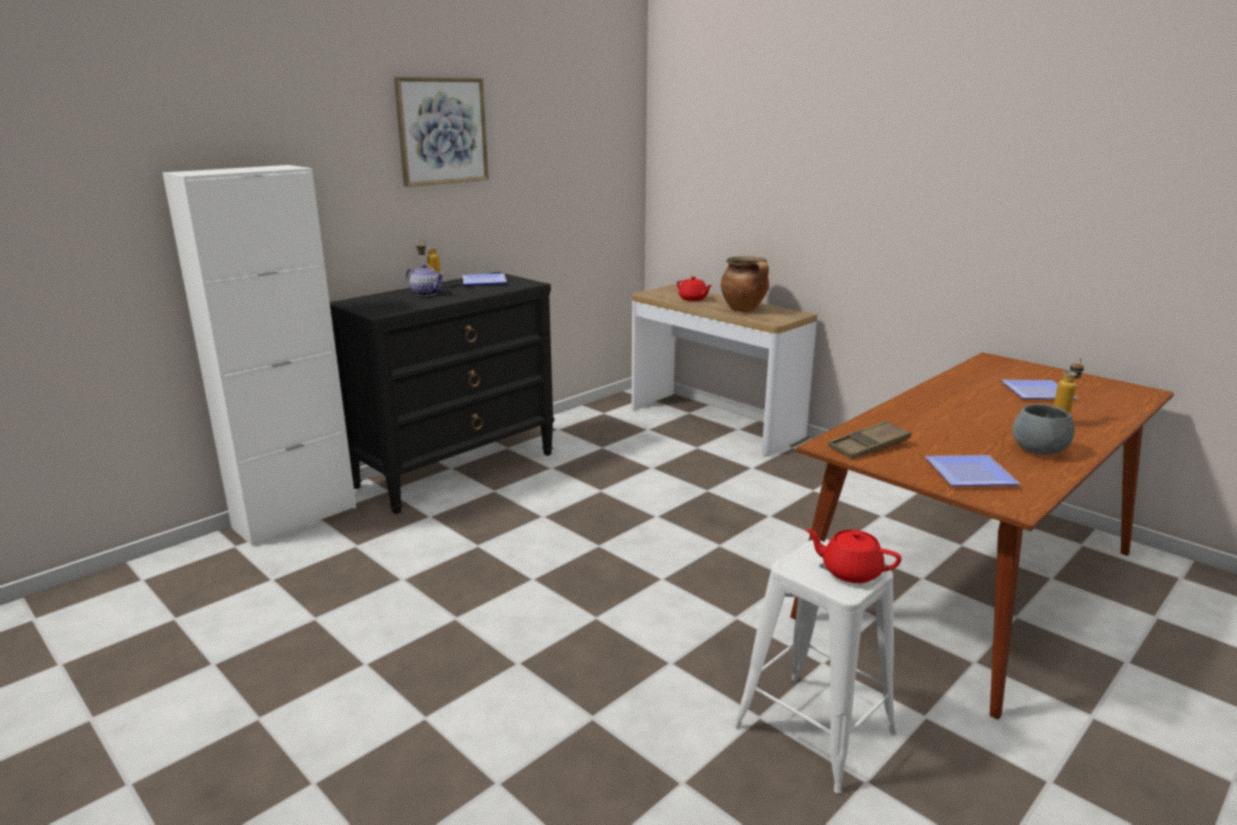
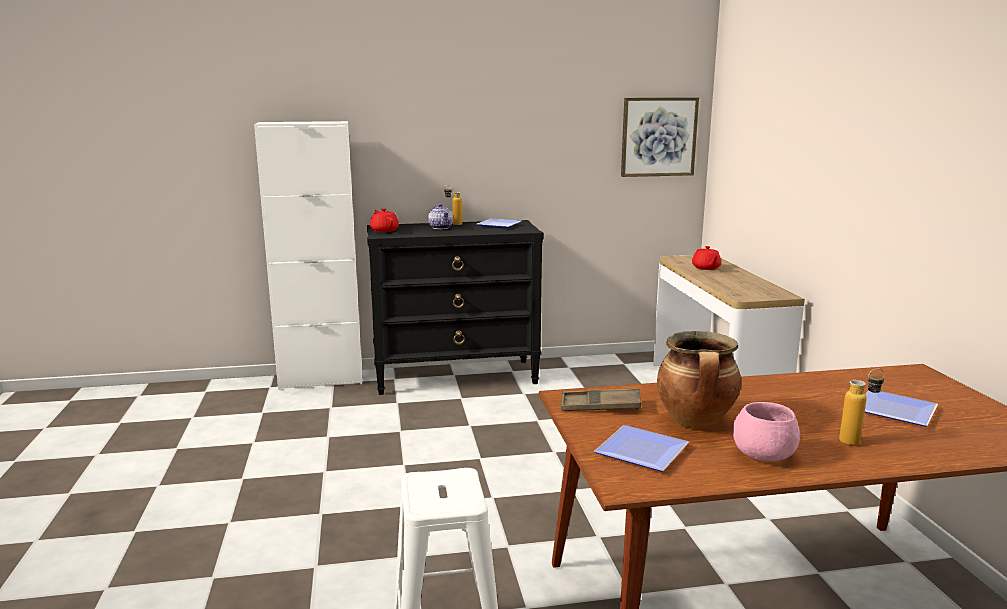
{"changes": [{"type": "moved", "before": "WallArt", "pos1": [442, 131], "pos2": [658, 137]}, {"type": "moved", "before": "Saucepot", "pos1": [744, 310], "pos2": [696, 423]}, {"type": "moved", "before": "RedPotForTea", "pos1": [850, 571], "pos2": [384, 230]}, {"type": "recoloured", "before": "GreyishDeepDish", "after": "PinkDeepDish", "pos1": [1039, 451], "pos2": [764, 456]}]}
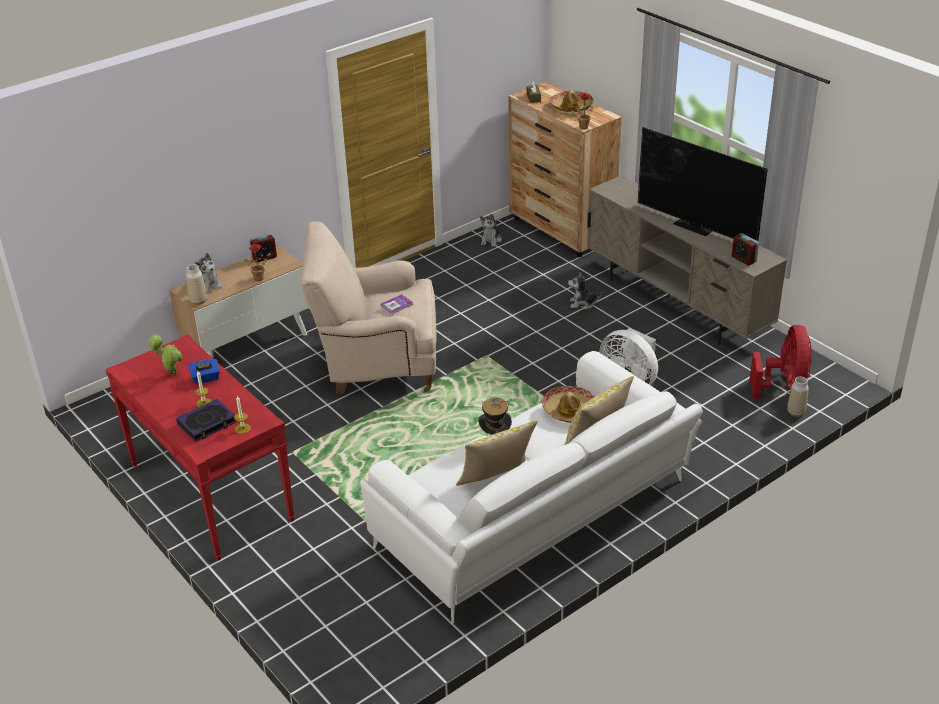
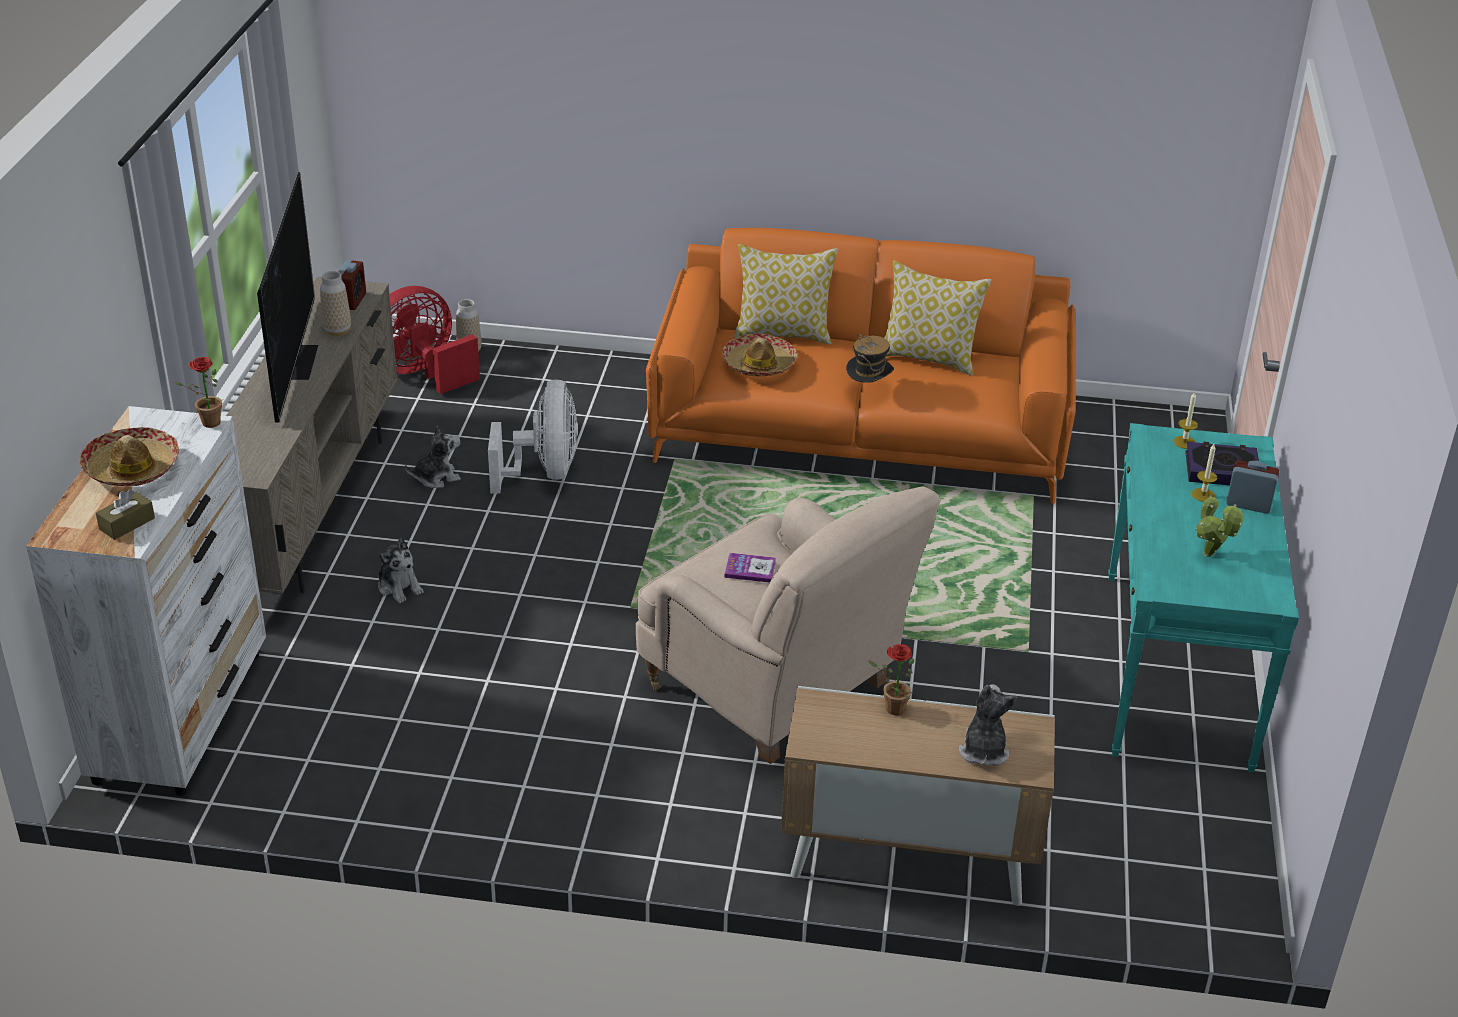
{"changes": [{"type": "removed", "before": "BlueTissueBox", "pos1": [206, 378]}, {"type": "moved", "before": "FlowerVase", "pos1": [198, 301], "pos2": [337, 331]}, {"type": "moved", "before": "TableClock", "pos1": [264, 258], "pos2": [1248, 504]}, {"type": "moved", "before": "CuddlyToy", "pos1": [491, 240], "pos2": [436, 477]}, {"type": "recoloured", "before": "RedNarrowTable", "after": "TurquoiseColouredNarrowTable", "pos1": [210, 491], "pos2": [1177, 669]}, {"type": "recoloured", "before": "WhitishSettee", "after": "OrangeySettee", "pos1": [534, 517], "pos2": [861, 431]}, {"type": "recoloured", "before": "BrownColouredDresser", "after": "WhitishDresser", "pos1": [561, 231], "pos2": [181, 715]}]}
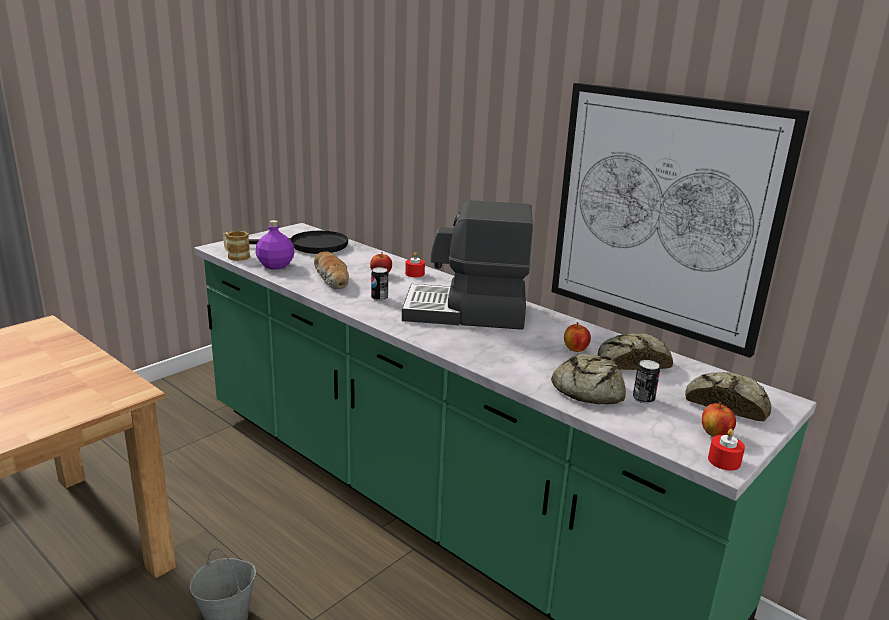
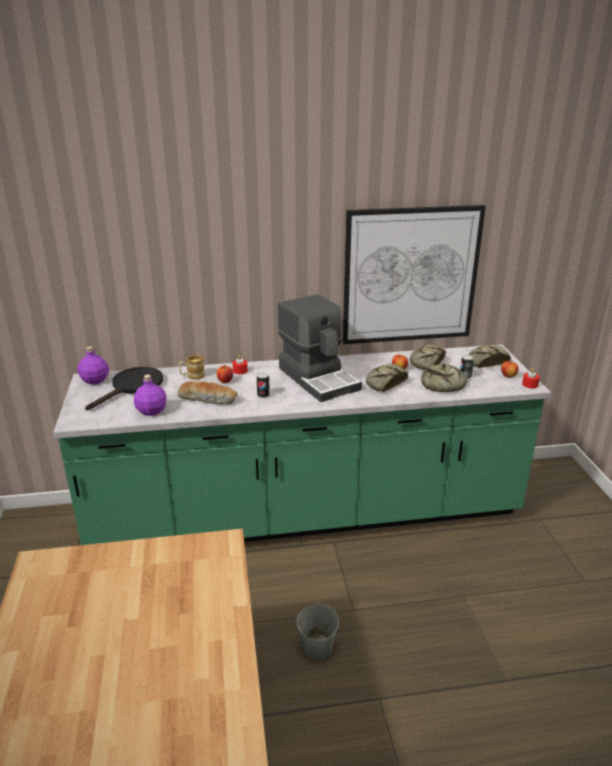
{"changes": [{"type": "added", "after": "PurplishBeverageBottle", "pos2": [95, 380]}, {"type": "added", "after": "BakedBread", "pos2": [385, 383]}, {"type": "moved", "before": "Mug", "pos1": [235, 256], "pos2": [192, 376]}, {"type": "turned", "before": "CoffeeMachine", "pos1": [466, 312], "pos2": [319, 378], "turn": -75}]}
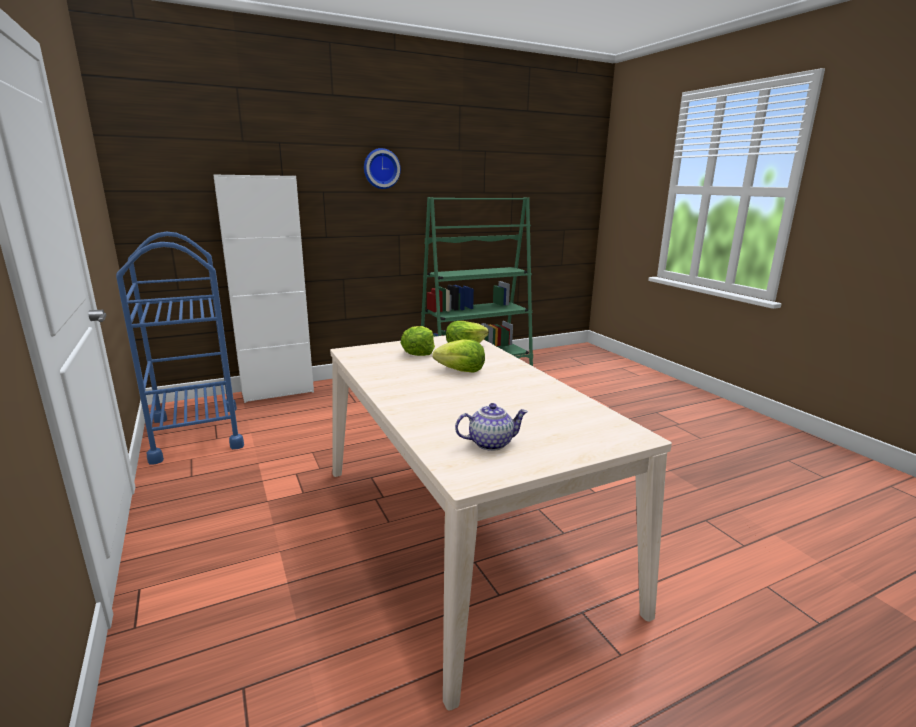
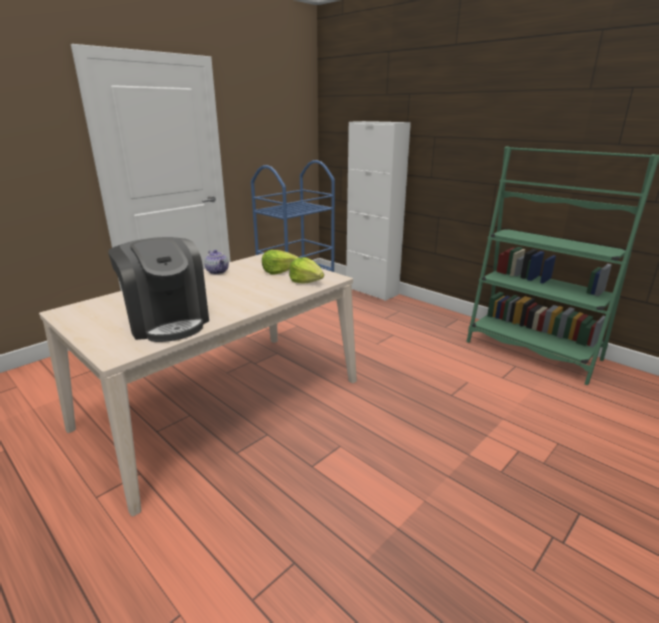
{"changes": [{"type": "removed", "before": "HangingClock", "pos1": [381, 168]}, {"type": "removed", "before": "LettuceHead", "pos1": [461, 371]}, {"type": "added", "after": "CoffeeMachine", "pos2": [167, 321]}, {"type": "moved", "before": "PotForTea", "pos1": [491, 443], "pos2": [218, 272]}]}
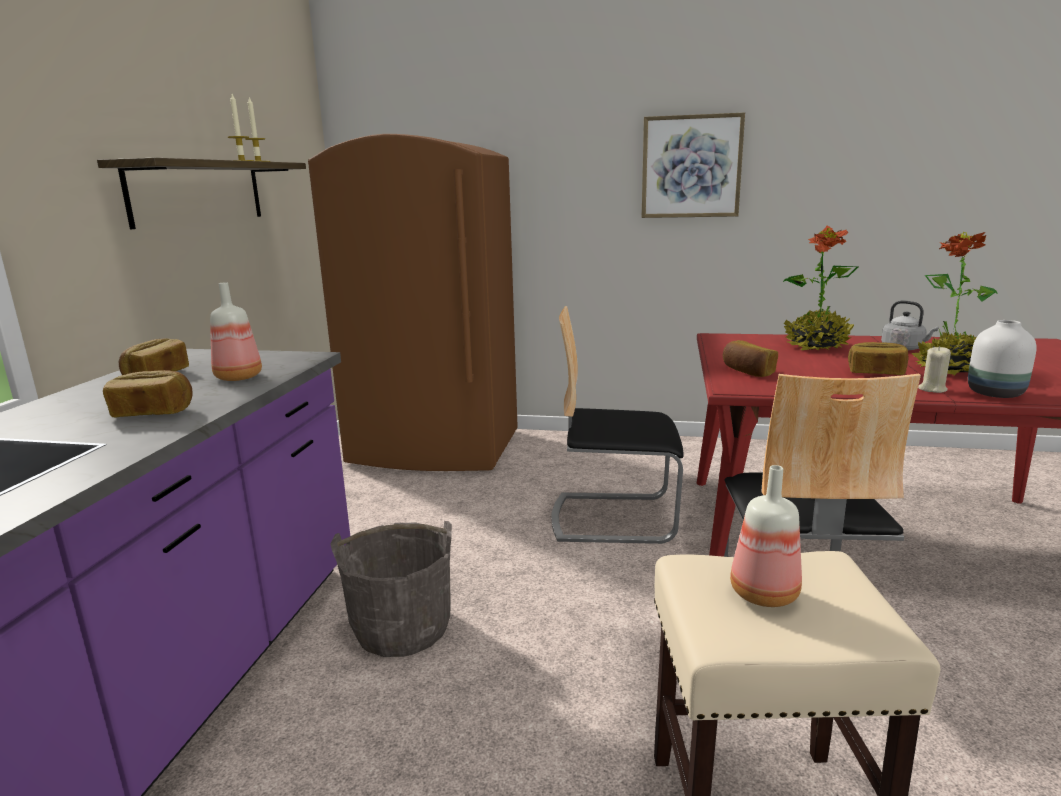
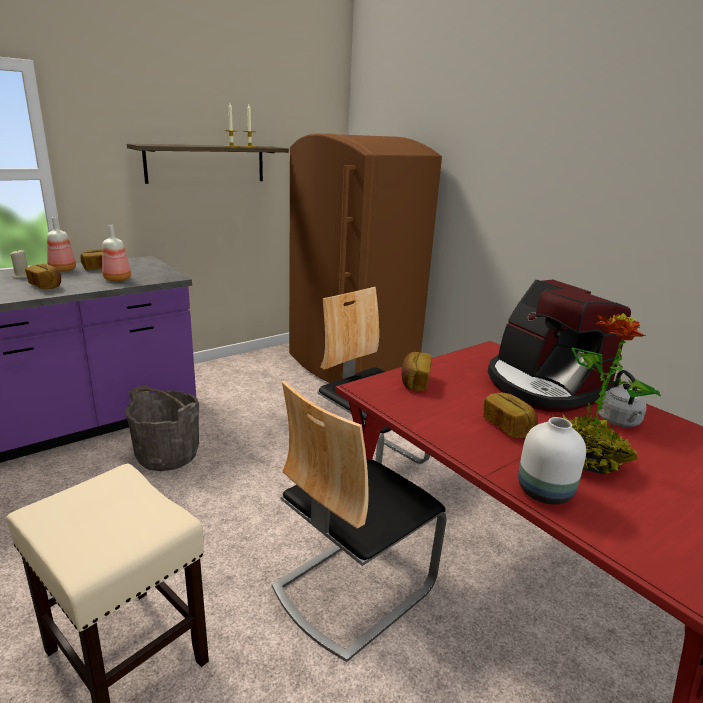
{"changes": [{"type": "removed", "before": "WallArt", "pos1": [691, 167]}, {"type": "moved", "before": "BeverageBottle", "pos1": [763, 595], "pos2": [61, 270]}, {"type": "moved", "before": "BeigeColouredWaxCandle", "pos1": [932, 389], "pos2": [22, 276]}, {"type": "replaced", "before": "Houseplant", "after": "CoffeeMachine", "pos1": [816, 346], "pos2": [543, 386]}]}
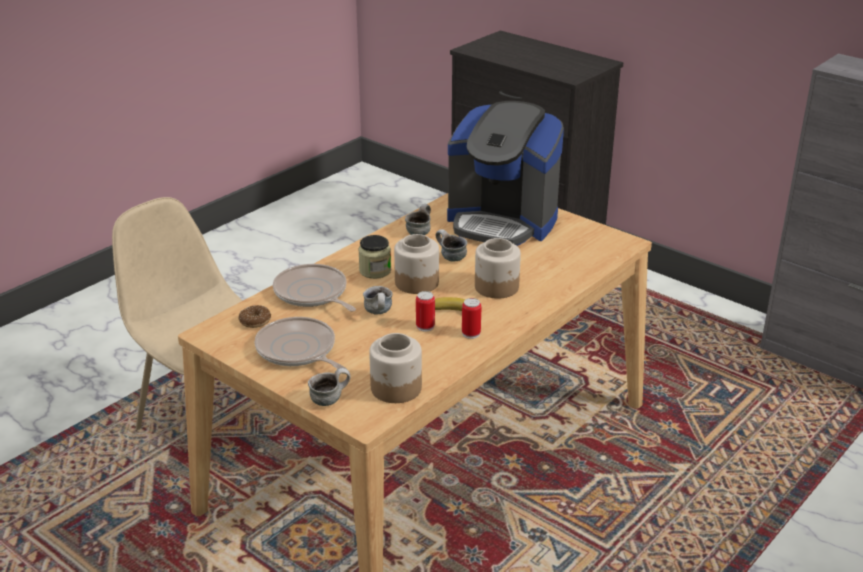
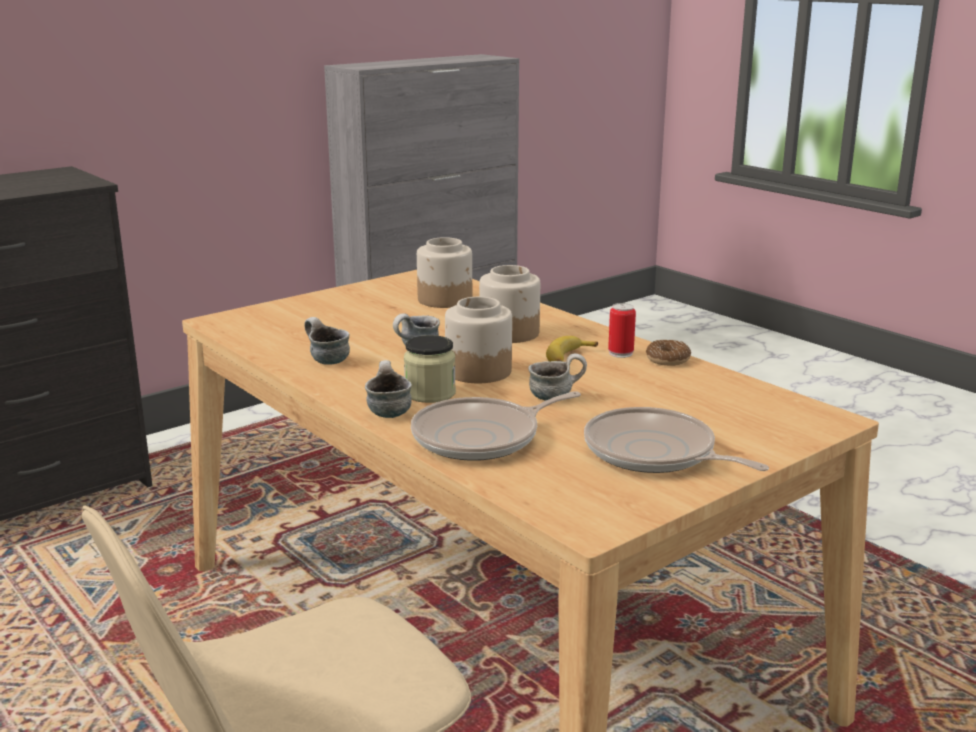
{"changes": [{"type": "removed", "before": "SealedCan", "pos1": [425, 326]}, {"type": "removed", "before": "CoffeeMachine", "pos1": [502, 221]}, {"type": "moved", "before": "Doughnut", "pos1": [255, 321], "pos2": [667, 360]}, {"type": "moved", "before": "Mug", "pos1": [330, 399], "pos2": [387, 411]}, {"type": "moved", "before": "PreserveJar", "pos1": [396, 388], "pos2": [445, 299]}, {"type": "turned", "before": "Skillet", "pos1": [298, 351], "pos2": [654, 453], "turn": 75}]}
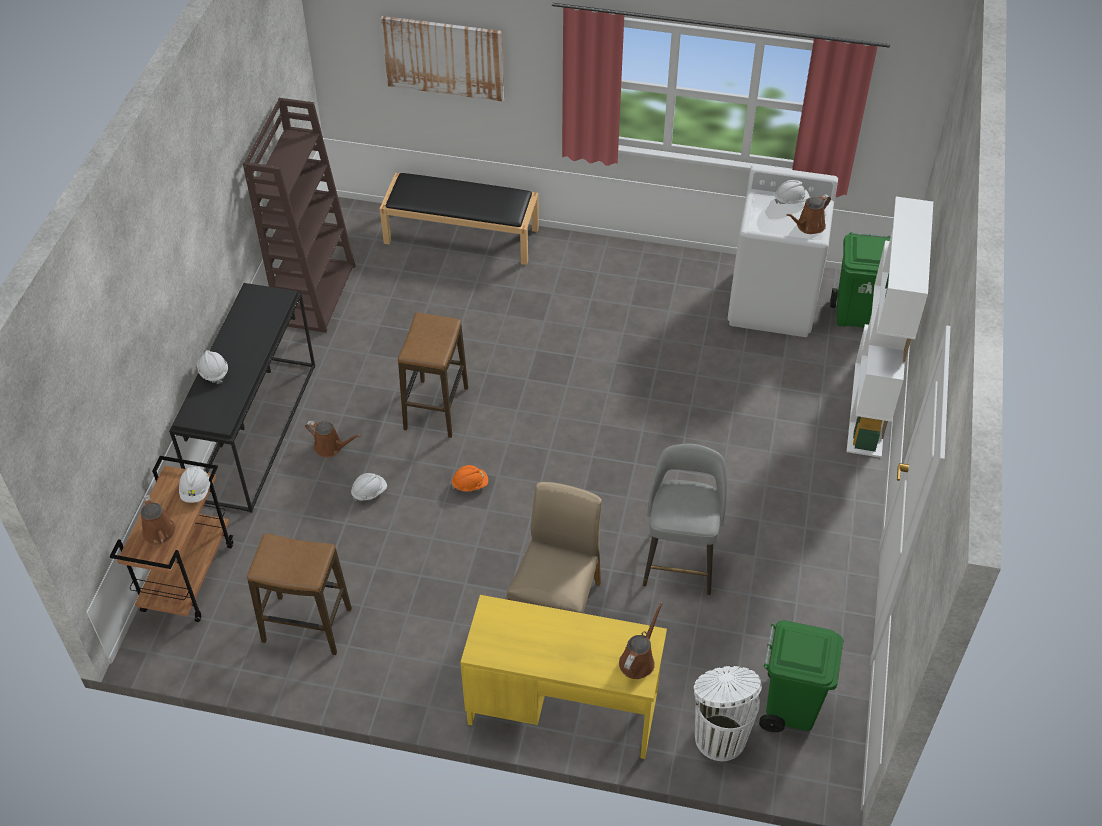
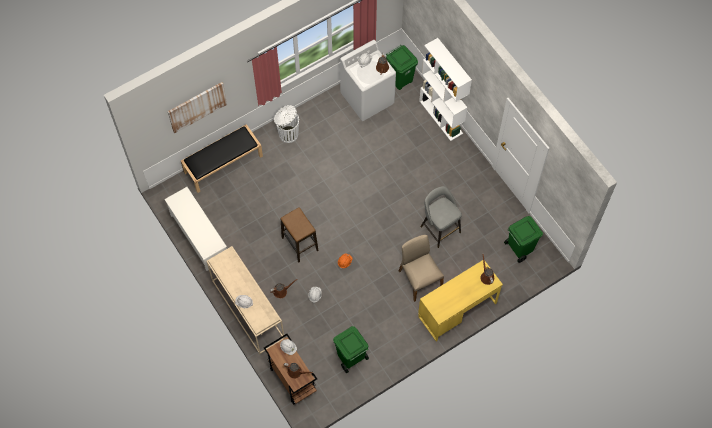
{"changes": [{"type": "moved", "before": "WhitishTrashCan", "pos1": [719, 736], "pos2": [288, 134]}, {"type": "replaced", "before": "BrownColouredShelvingUnit", "after": "WhitishShoeStand", "pos1": [316, 294], "pos2": [199, 237]}, {"type": "replaced", "before": "Stool", "after": "GreenTrashCan", "pos1": [306, 625], "pos2": [351, 358]}, {"type": "recoloured", "before": "BlackNarrowTable", "after": "BeigeColouredNarrowTable", "pos1": [255, 430], "pos2": [247, 309]}]}
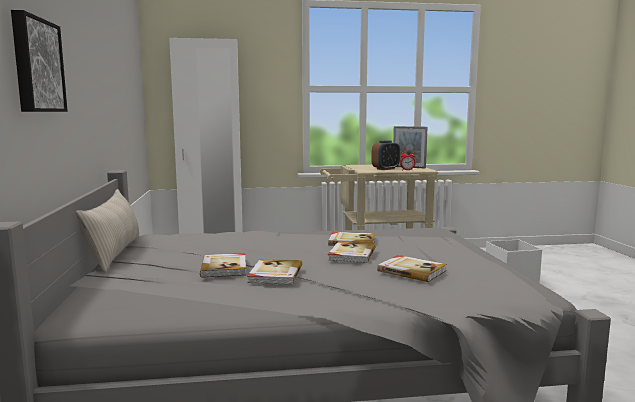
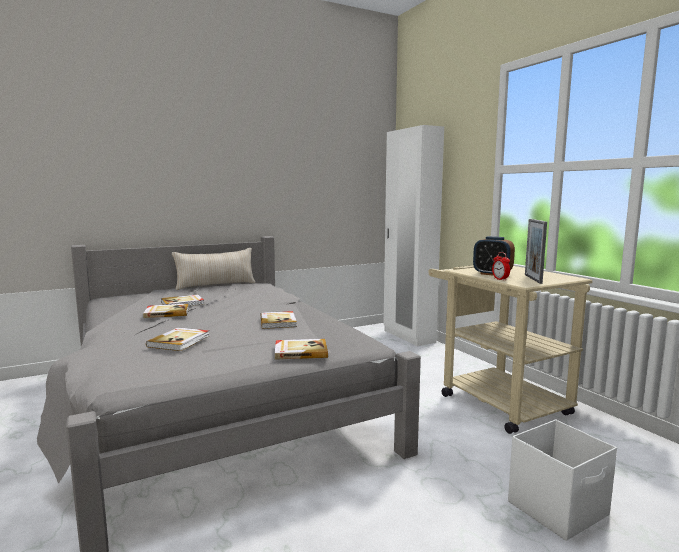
{"changes": [{"type": "removed", "before": "WallArt", "pos1": [36, 65]}, {"type": "moved", "before": "BoundBook", "pos1": [351, 254], "pos2": [300, 351]}]}
